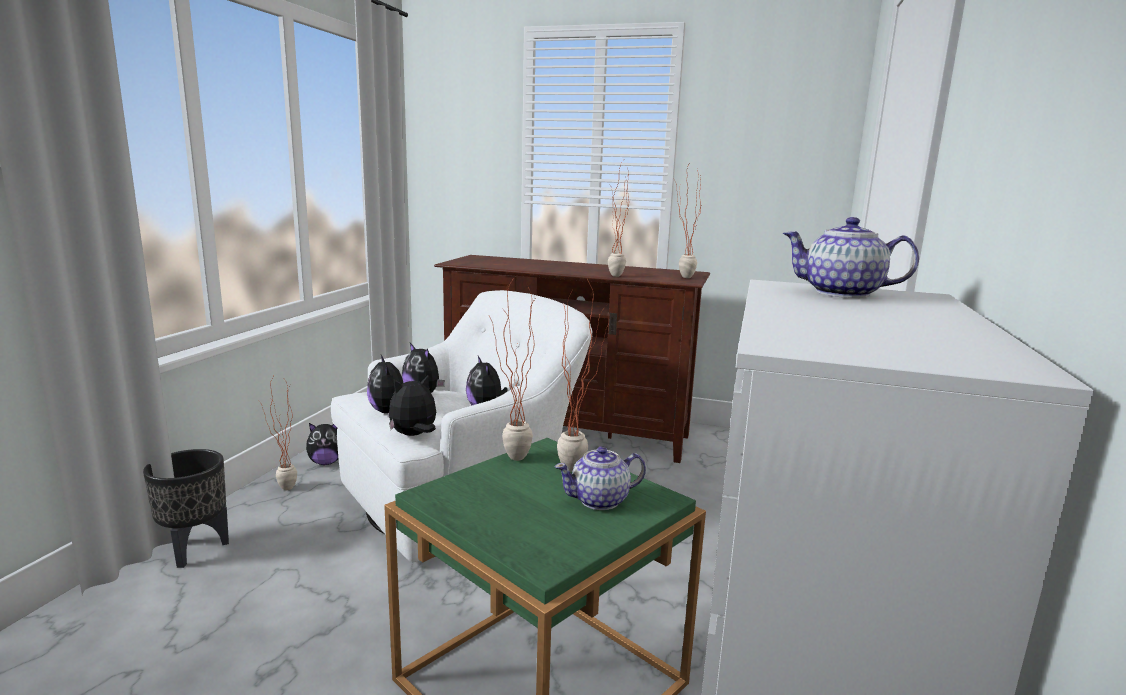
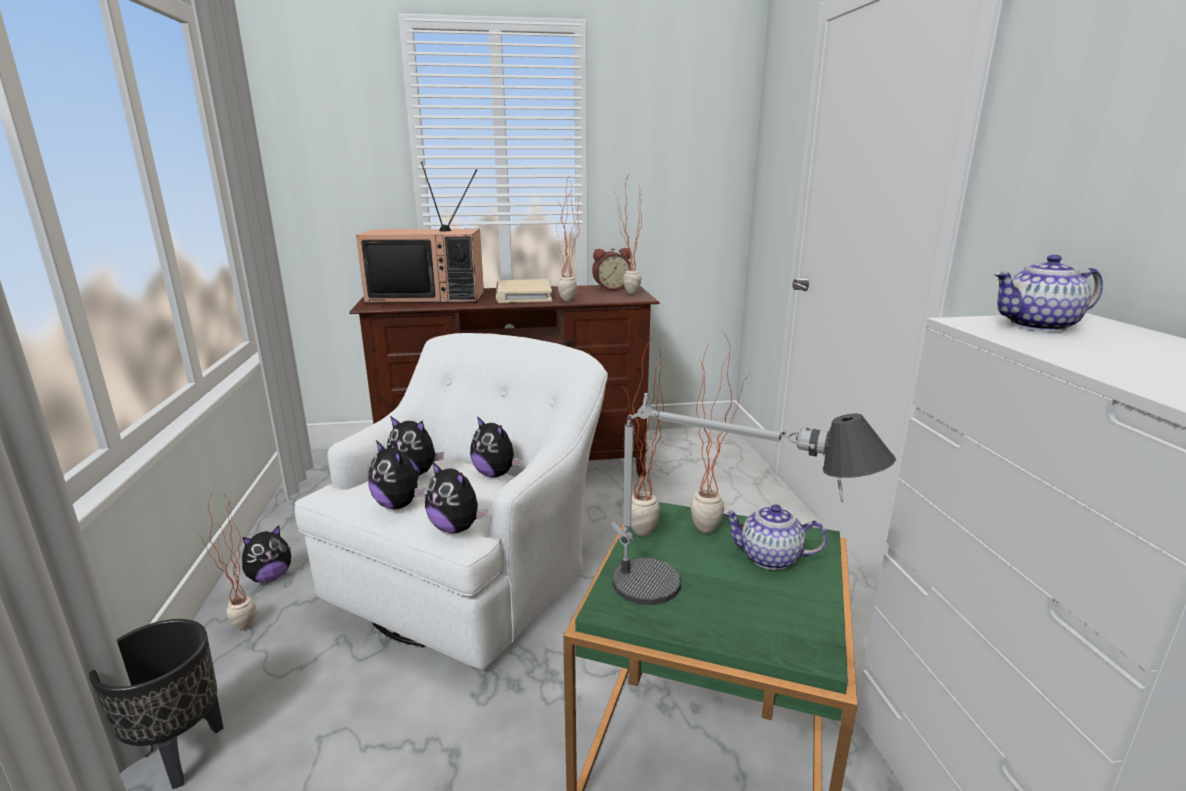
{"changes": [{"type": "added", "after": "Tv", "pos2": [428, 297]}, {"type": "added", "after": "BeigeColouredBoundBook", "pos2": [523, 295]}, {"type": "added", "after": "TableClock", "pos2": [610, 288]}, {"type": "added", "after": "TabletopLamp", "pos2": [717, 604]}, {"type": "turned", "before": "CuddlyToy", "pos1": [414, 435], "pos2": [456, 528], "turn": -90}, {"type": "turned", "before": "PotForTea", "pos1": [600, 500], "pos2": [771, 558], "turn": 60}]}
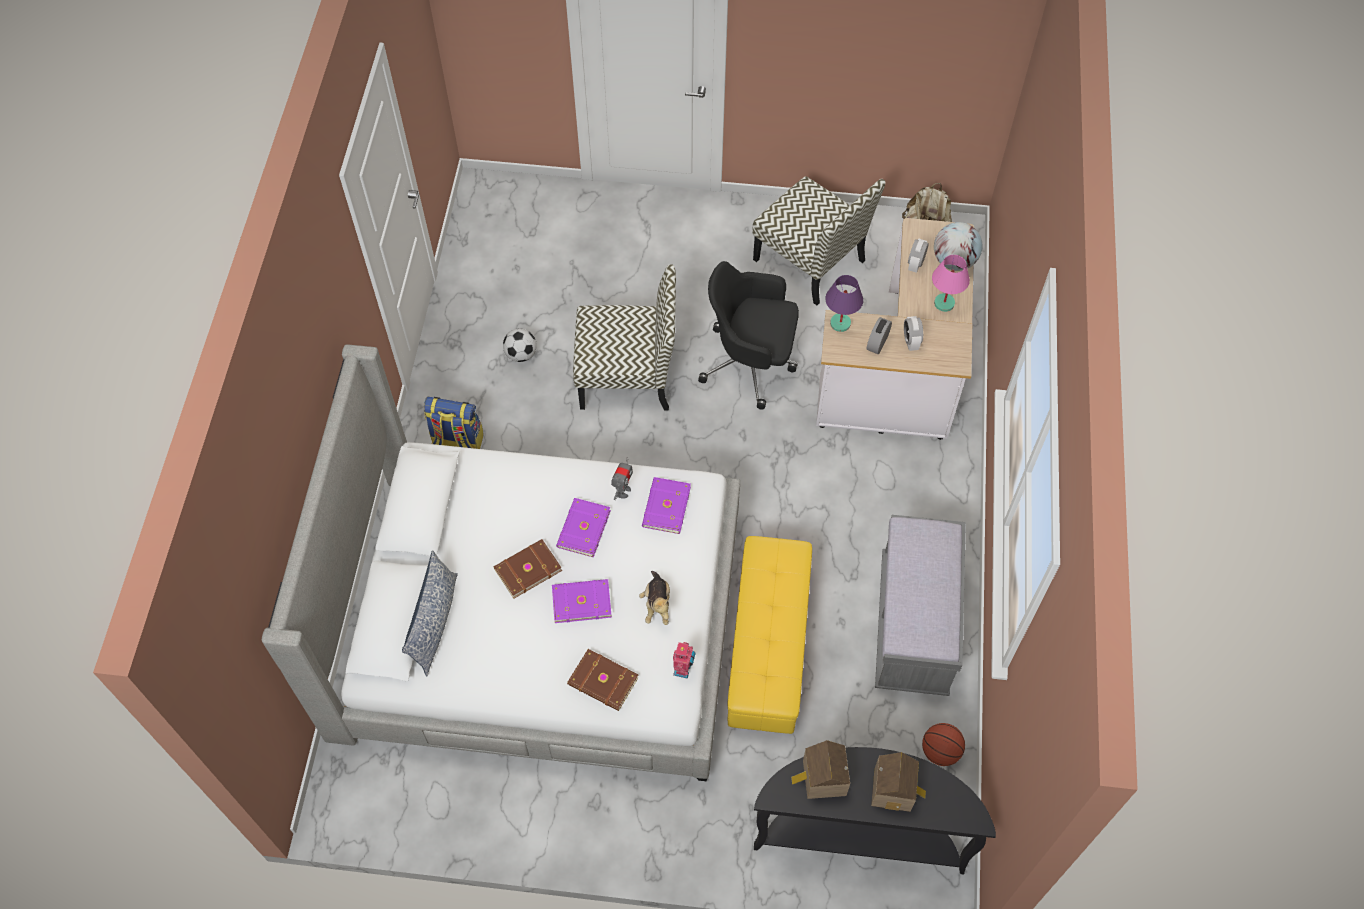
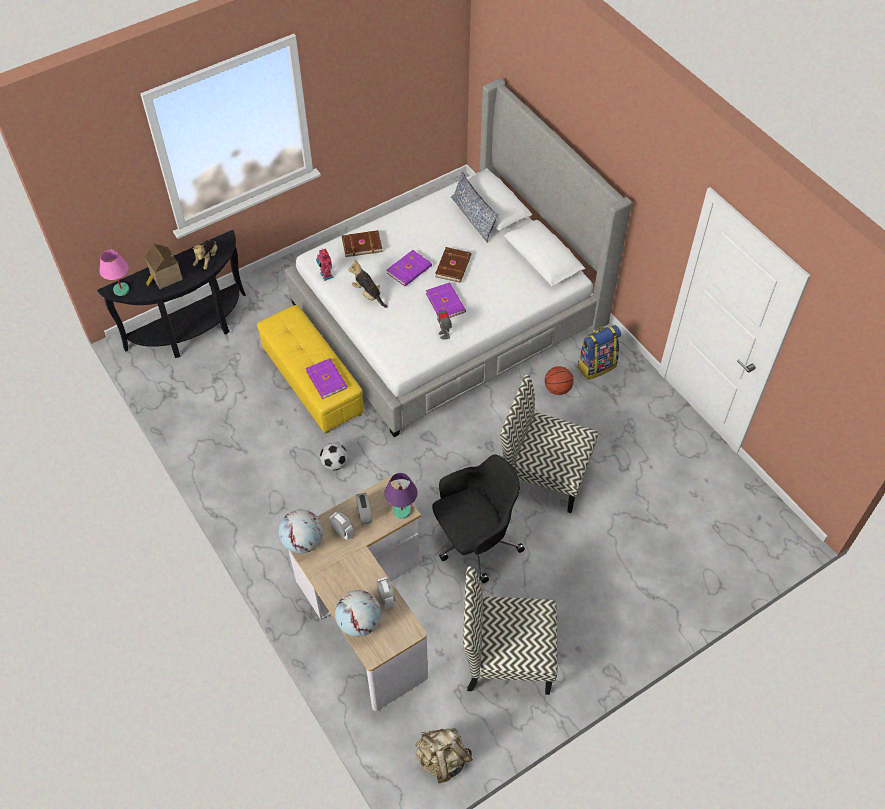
{"changes": [{"type": "removed", "before": "GreyishBench", "pos1": [913, 625]}, {"type": "added", "after": "WorldGlobe", "pos2": [303, 541]}, {"type": "moved", "before": "Football", "pos1": [521, 354], "pos2": [335, 463]}, {"type": "moved", "before": "PurplishBoundBook", "pos1": [665, 507], "pos2": [327, 379]}, {"type": "moved", "before": "Basketball", "pos1": [940, 751], "pos2": [557, 389]}, {"type": "moved", "before": "PinkTabletopLamp", "pos1": [944, 303], "pos2": [121, 290]}, {"type": "replaced", "before": "ToyHouse", "after": "CuddlyToy", "pos1": [821, 779], "pos2": [207, 259]}, {"type": "turned", "before": "UprightChair", "pos1": [628, 376], "pos2": [543, 475], "turn": 60}]}
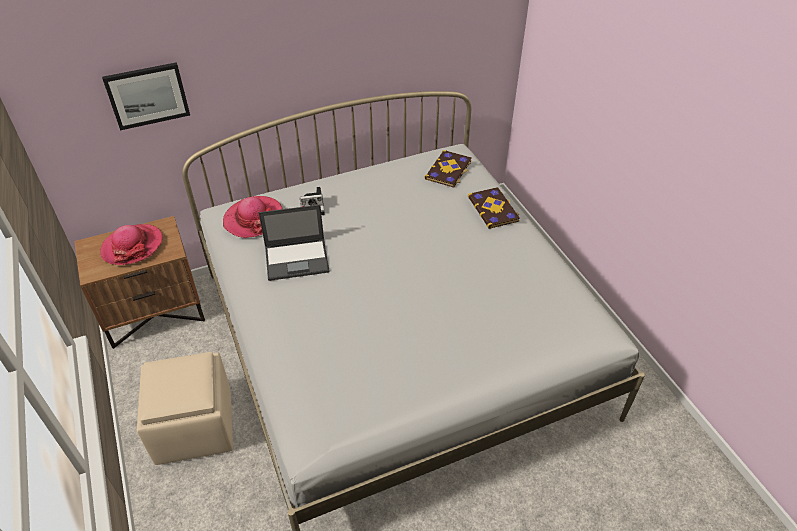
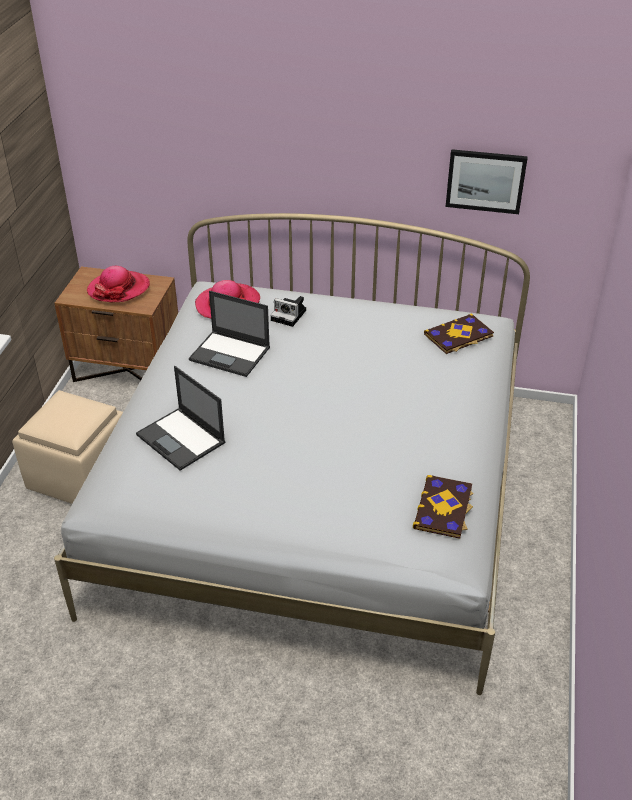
{"changes": [{"type": "added", "after": "Laptop", "pos2": [181, 439]}, {"type": "moved", "before": "WallArt", "pos1": [147, 95], "pos2": [485, 181]}, {"type": "moved", "before": "BoundBook", "pos1": [493, 209], "pos2": [444, 508]}]}
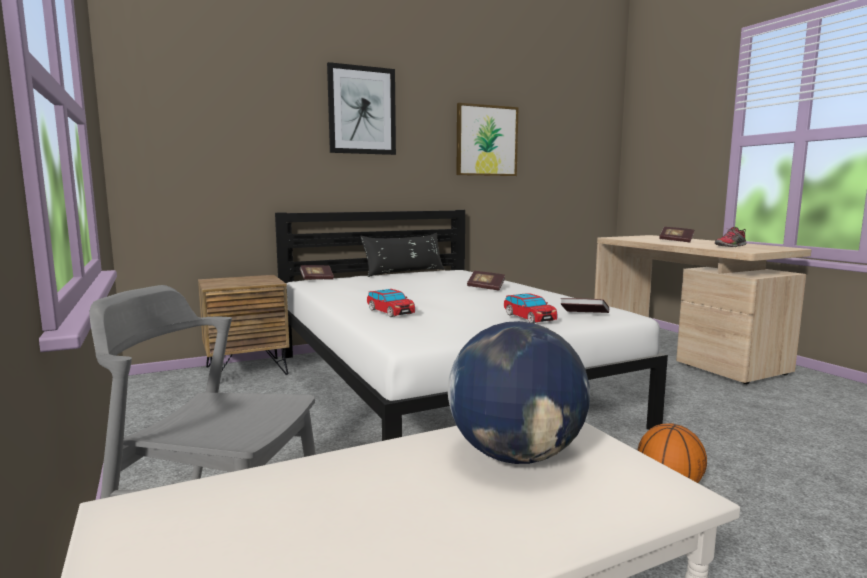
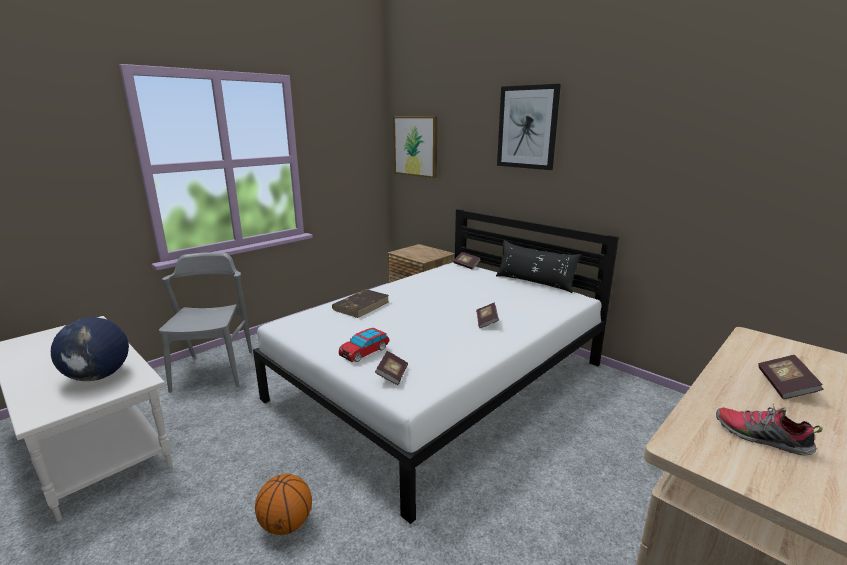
{"changes": [{"type": "moved", "before": "WallArt", "pos1": [486, 141], "pos2": [416, 146]}, {"type": "replaced", "before": "ToyCar", "after": "BrownColouredBoundBook", "pos1": [390, 312], "pos2": [361, 305]}]}
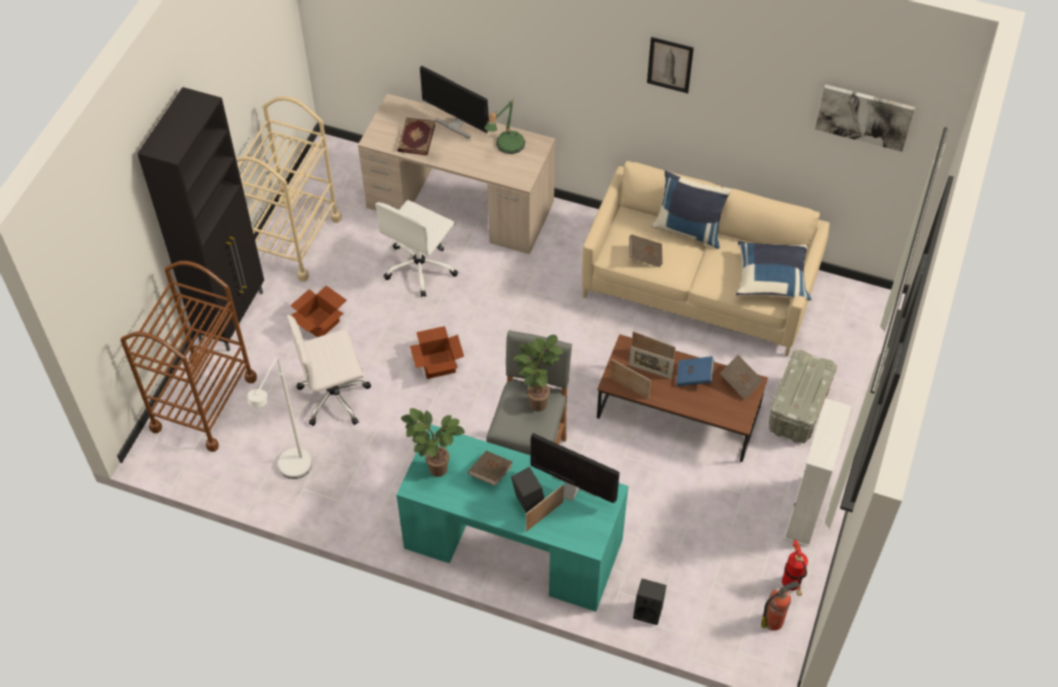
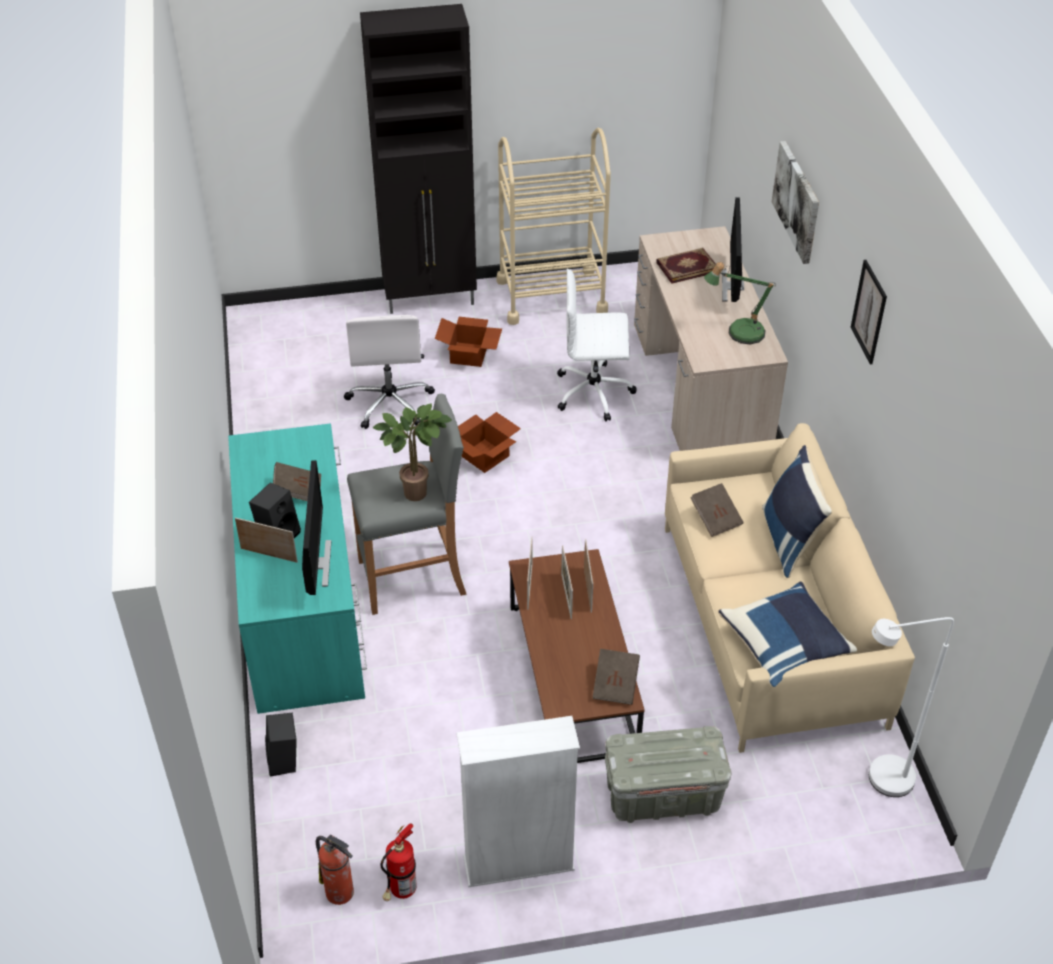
{"changes": [{"type": "removed", "before": "BrownColouredCart", "pos1": [204, 403]}, {"type": "removed", "before": "Houseplant", "pos1": [435, 470]}, {"type": "removed", "before": "BlueBoundBook", "pos1": [694, 377]}, {"type": "moved", "before": "WhitishFloorLamp", "pos1": [292, 473], "pos2": [879, 781]}, {"type": "moved", "before": "WallArt", "pos1": [864, 116], "pos2": [797, 201]}, {"type": "turned", "before": "WhitishComputerChair", "pos1": [335, 397], "pos2": [390, 402], "turn": -135}]}
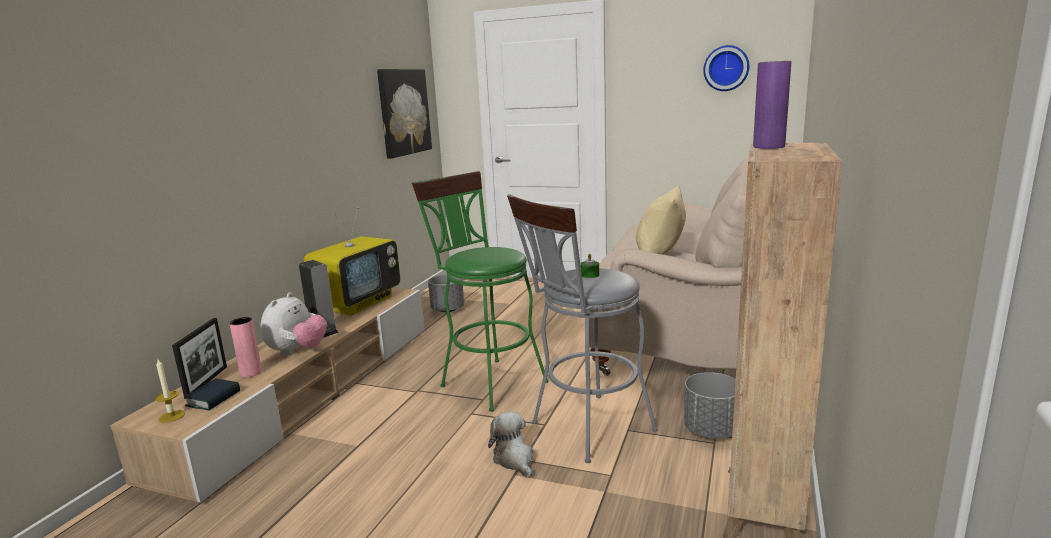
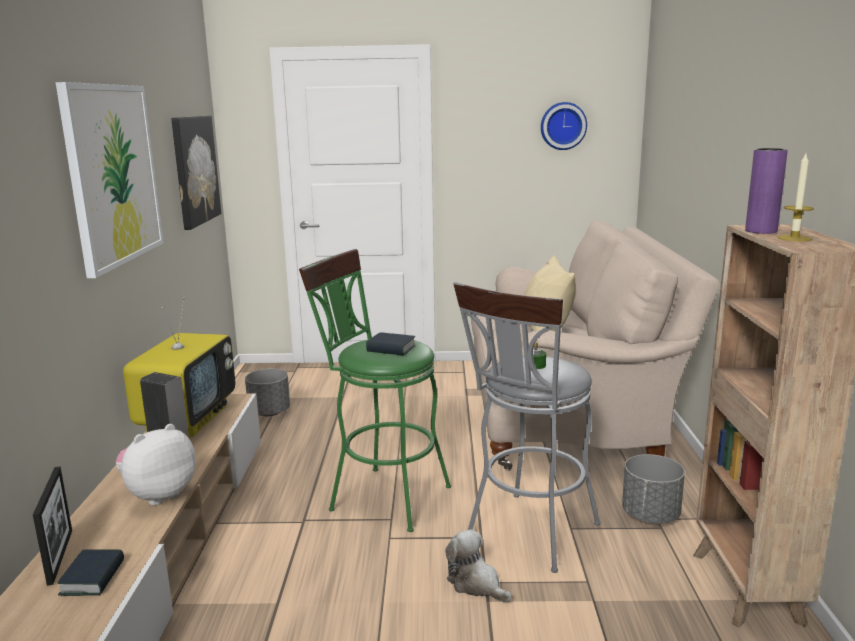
{"changes": [{"type": "removed", "before": "PinkFlowerVase", "pos1": [251, 373]}, {"type": "added", "after": "WallArt", "pos2": [113, 174]}, {"type": "added", "after": "BoundBook", "pos2": [391, 349]}, {"type": "moved", "before": "WaxCandle", "pos1": [171, 416], "pos2": [794, 238]}, {"type": "turned", "before": "CuddlyToy", "pos1": [297, 351], "pos2": [159, 495], "turn": -135}]}
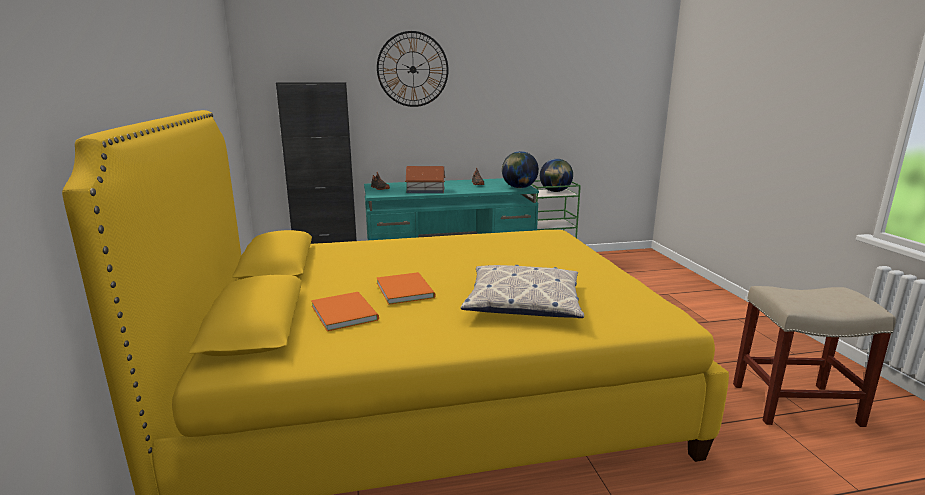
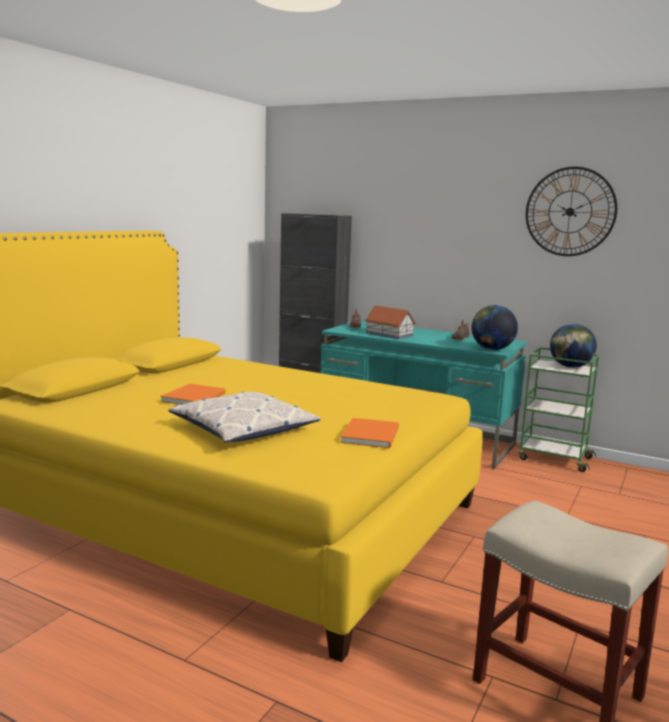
{"changes": [{"type": "moved", "before": "OrangeyBoundBook", "pos1": [345, 311], "pos2": [372, 434]}, {"type": "moved", "before": "HangingClock", "pos1": [413, 69], "pos2": [570, 212]}]}
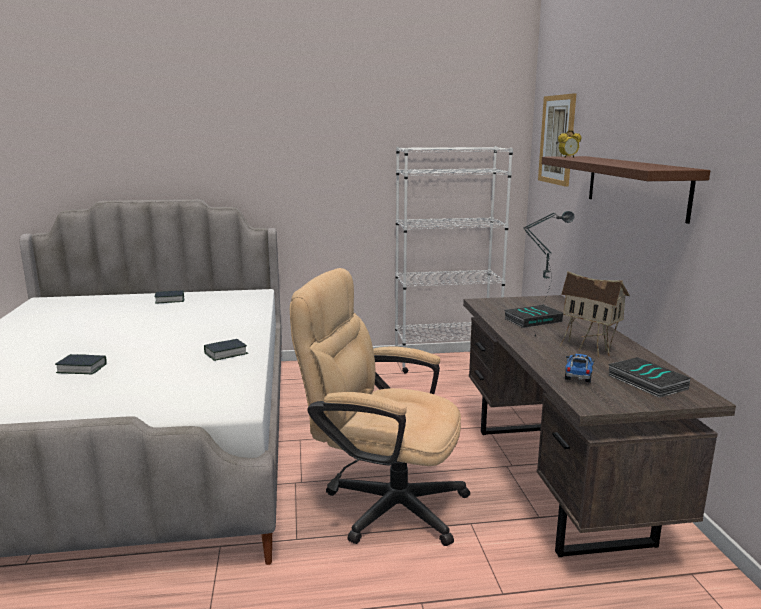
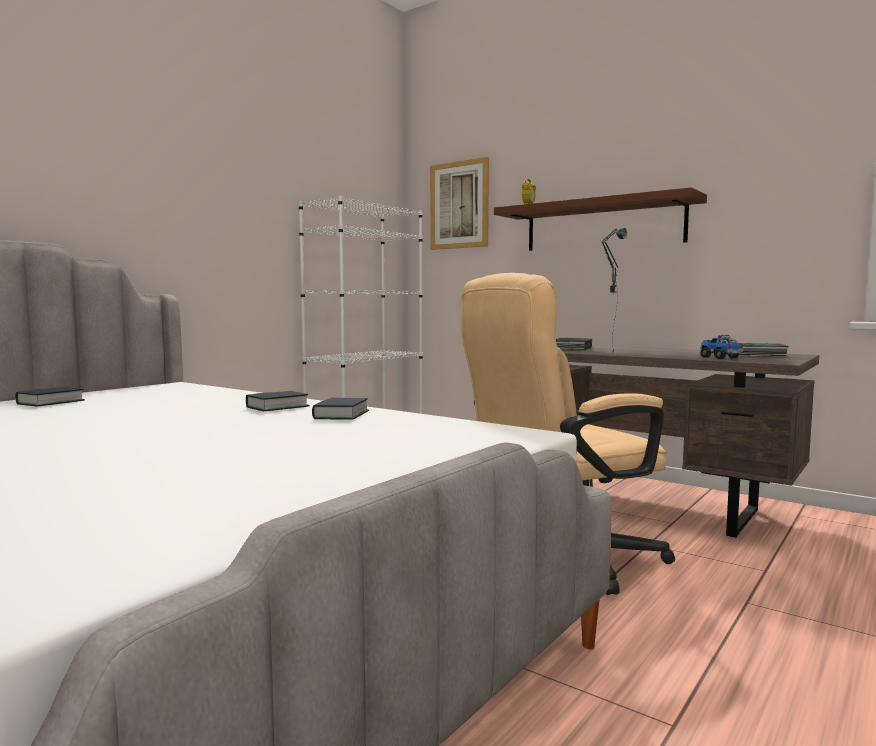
{"changes": [{"type": "removed", "before": "ToyHouse", "pos1": [589, 349]}, {"type": "moved", "before": "BoundBook", "pos1": [82, 368], "pos2": [277, 407]}]}
